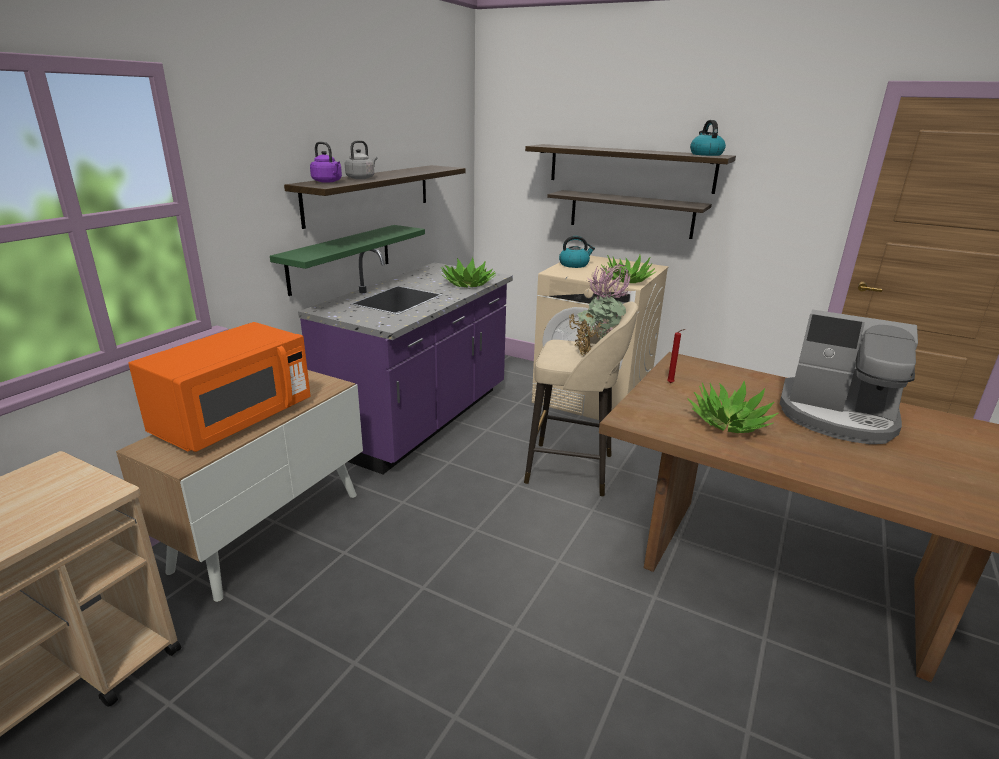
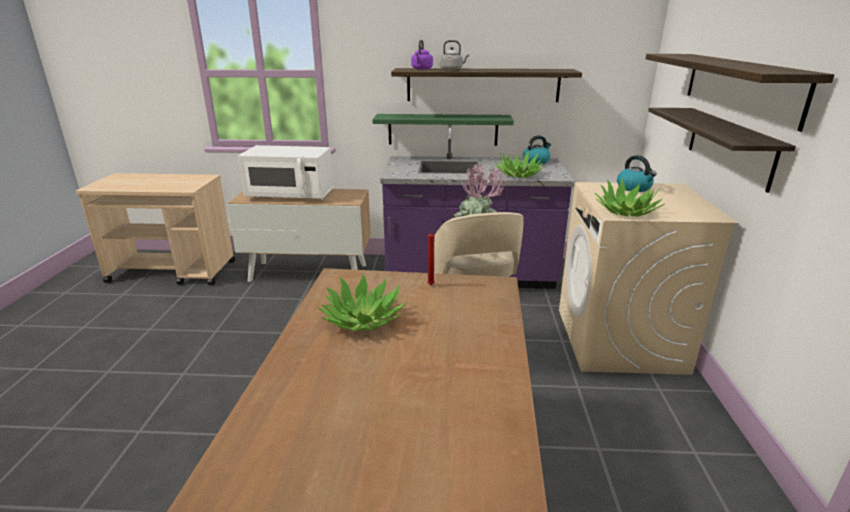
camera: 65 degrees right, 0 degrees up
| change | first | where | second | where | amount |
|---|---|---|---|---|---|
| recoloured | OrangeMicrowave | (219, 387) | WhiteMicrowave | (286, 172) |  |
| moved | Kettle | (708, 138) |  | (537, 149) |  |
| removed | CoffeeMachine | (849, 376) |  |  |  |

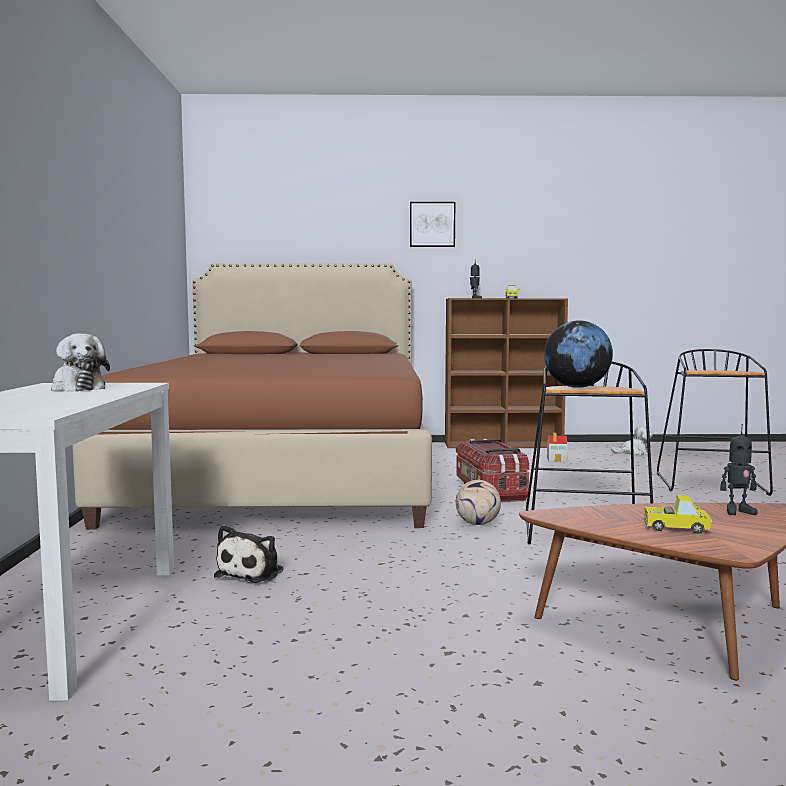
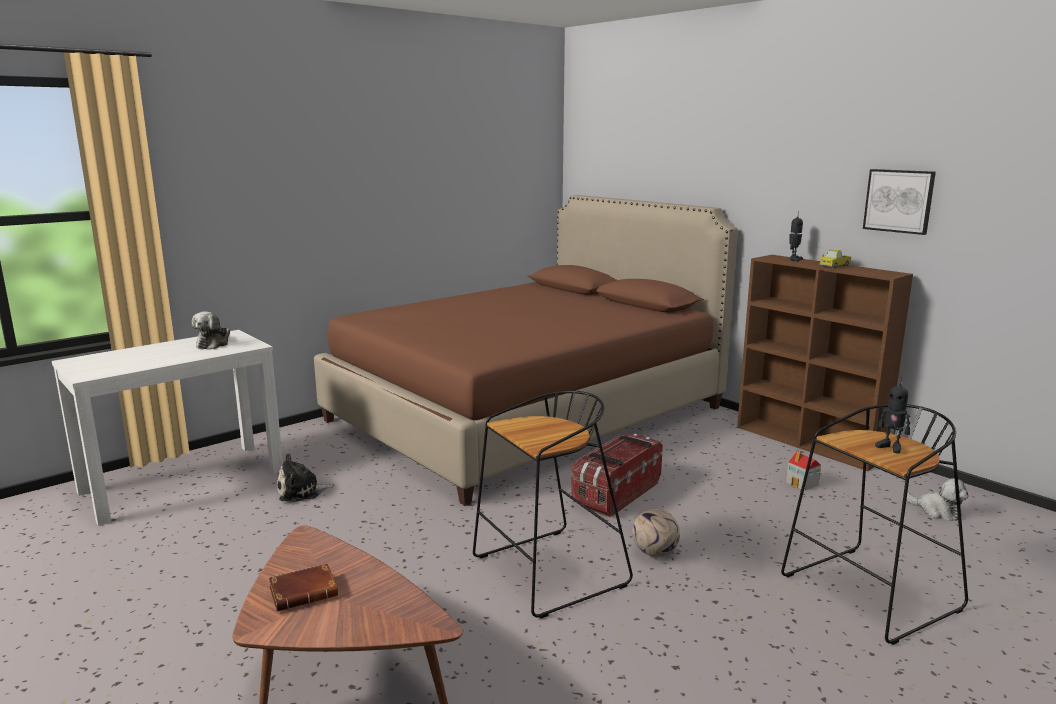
camera: 50 degrees right, 10 degrees up
| change | first | where | second | where | amount |
|---|---|---|---|---|---|
| moved | Picture | (432, 224) |  | (899, 202) |  |
| moved | Football | (478, 502) |  | (656, 533) |  |
| removed | Globe | (578, 354) |  |  |  |
| replaced | ToyTruck | (678, 514) | BrownBook | (303, 587) |  |
| moved | ToyRobot | (738, 469) |  | (892, 415) |  |

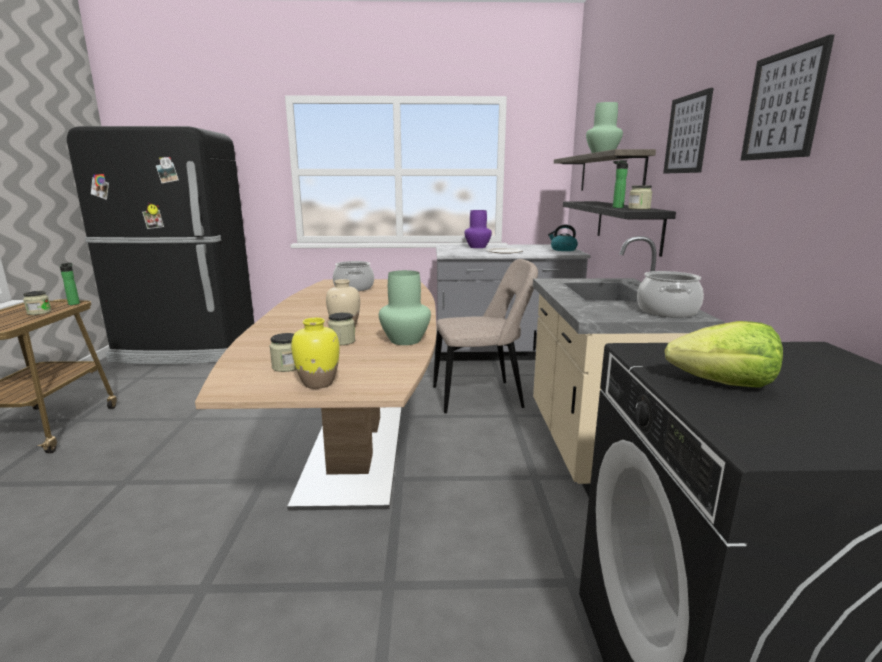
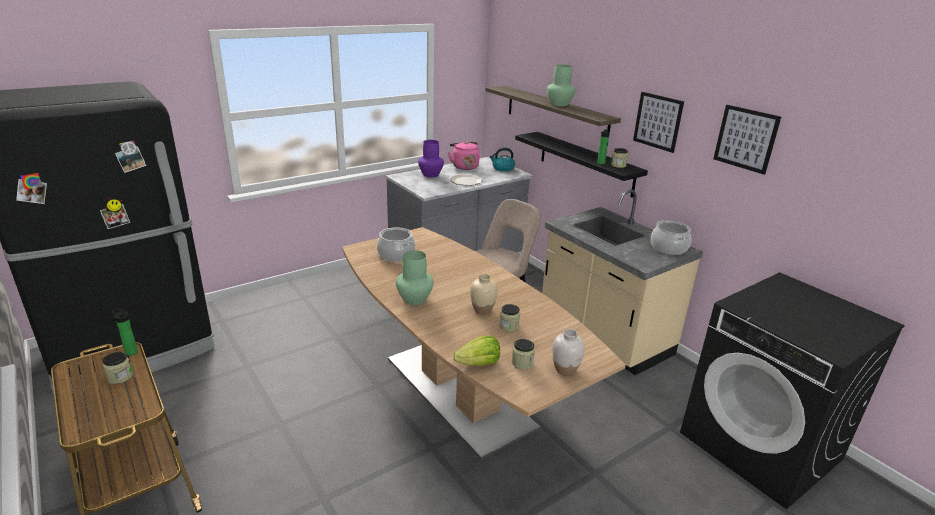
camera: 35 degrees left, 10 degrees up
| change | first | where | second | where | amount |
|---|---|---|---|---|---|
| recoloured | YellowVase | (315, 353) | WhiteVase | (568, 352) |  |
| moved | GreenVase | (405, 307) |  | (415, 277) |  |
| moved | Lettuce | (724, 354) |  | (476, 351) |  |
| added |  |  | PinkKettle | (464, 156) |  |

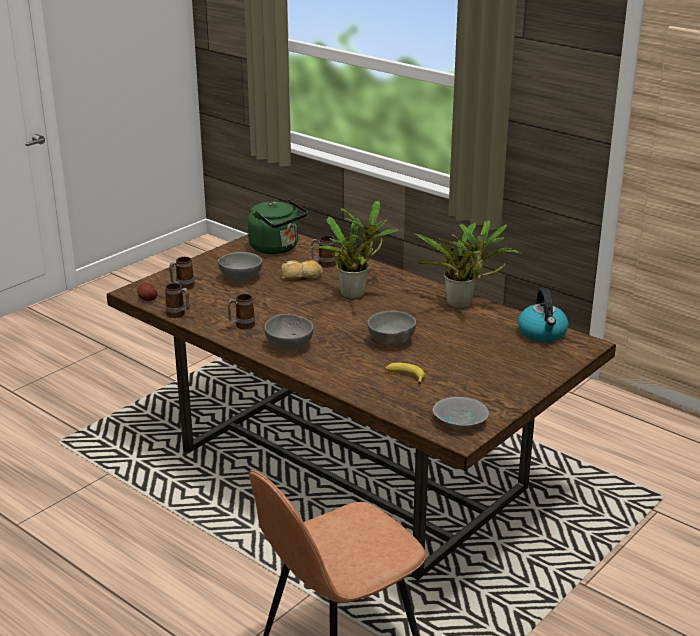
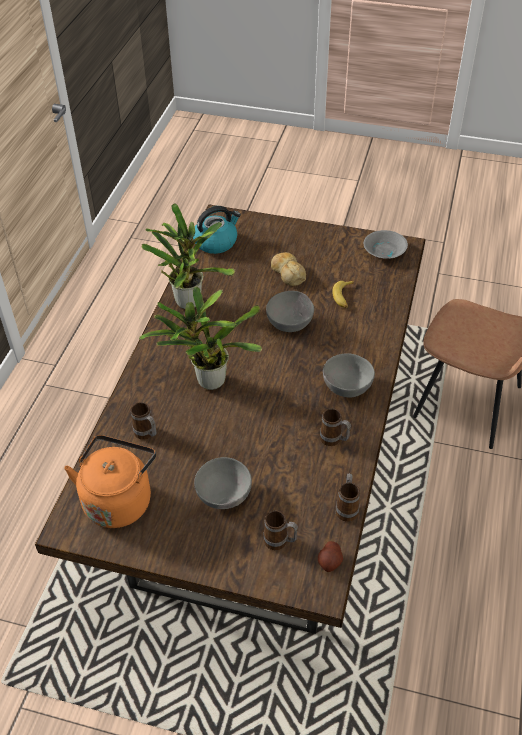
camera: 115 degrees left, 20 degrees up
| change | first | where | second | where | amount |
|---|---|---|---|---|---|
| recoloured | GreenKettle | (278, 226) | OrangeKettle | (110, 481) |  |
| moved | Bread | (302, 271) |  | (288, 269) |  |

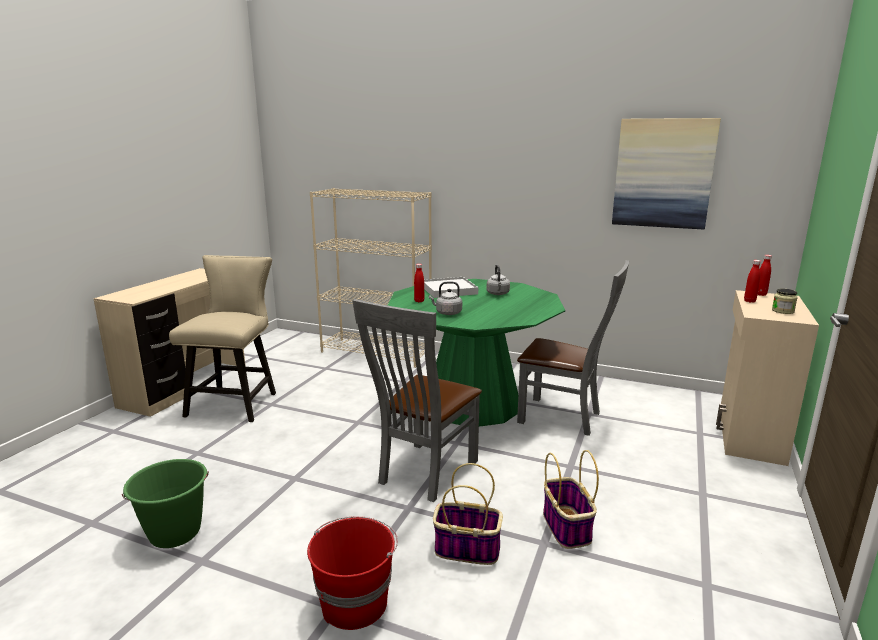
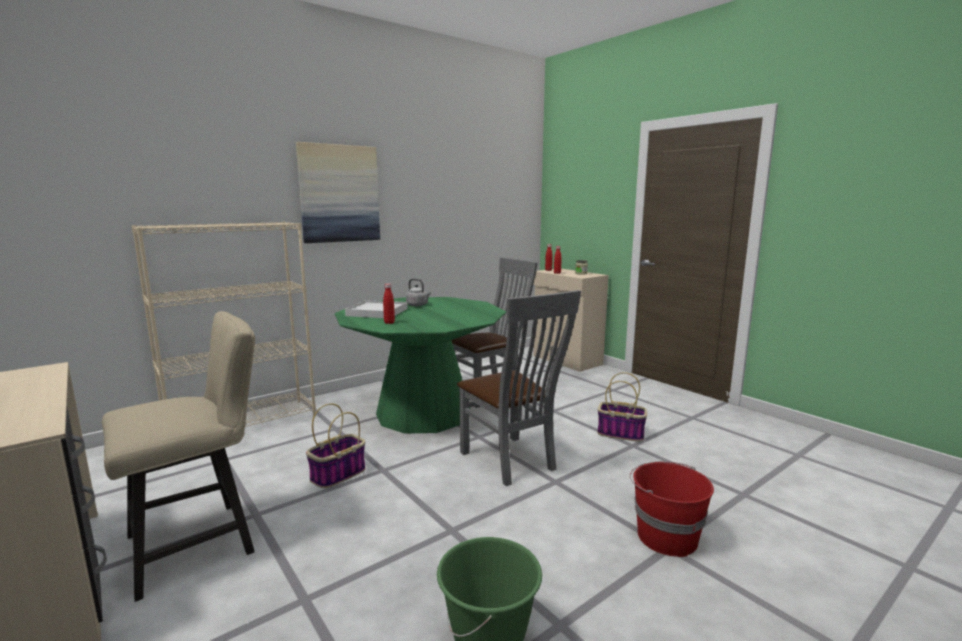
camera: 60 degrees left, 5 degrees down
| change | first | where | second | where | amount |
|---|---|---|---|---|---|
| turned | BeigeChair | (222, 338) |  | (178, 456) | 105 degrees clockwise |
| removed | GreyKettle | (445, 298) |  |  |  |
| moved | Basket | (468, 514) |  | (335, 445) |  |
| moved | Picture | (666, 173) |  | (338, 192) |  |

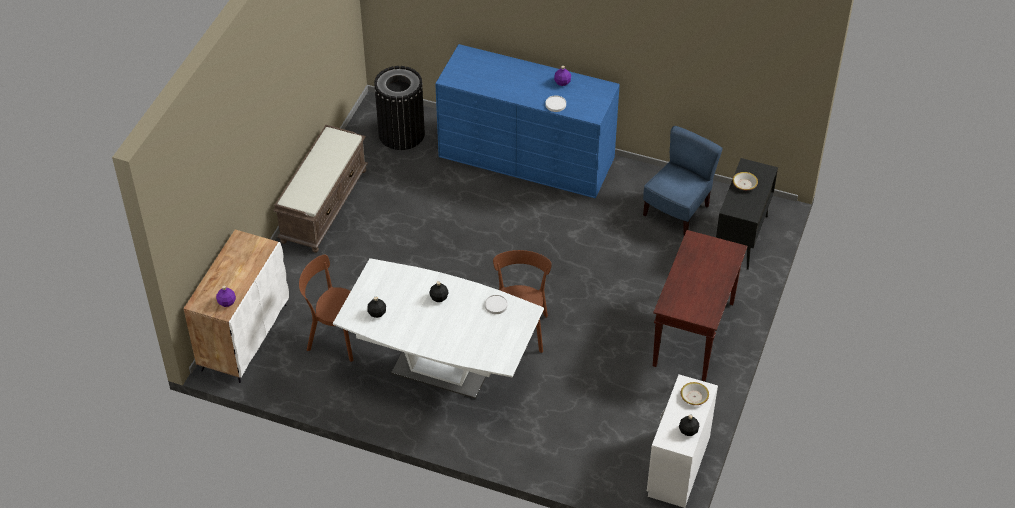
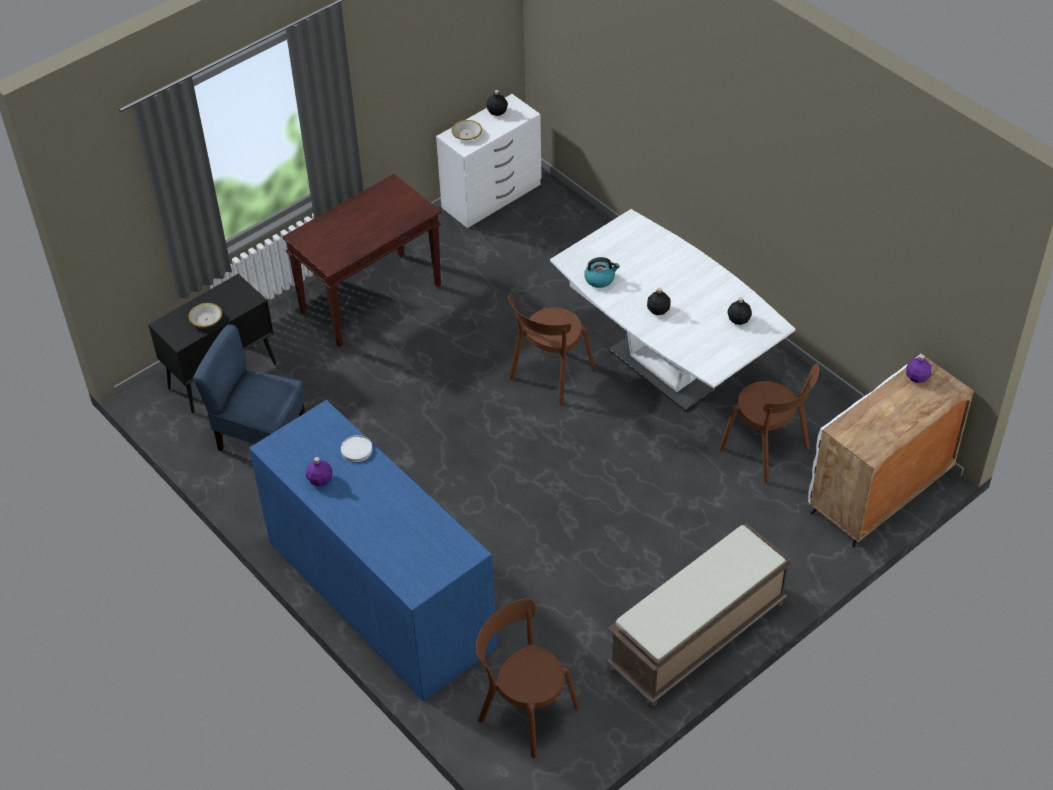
camera: 150 degrees left, 0 degrees up
| change | first | where | second | where | amount |
|---|---|---|---|---|---|
| replaced | BlackTrashCan | (399, 108) | BrownChair | (527, 678) |  |
| replaced | WhitePlate | (496, 304) | Kettle | (602, 272) |  |
| turned | BlueChair | (683, 180) |  | (249, 387) | 45 degrees clockwise |

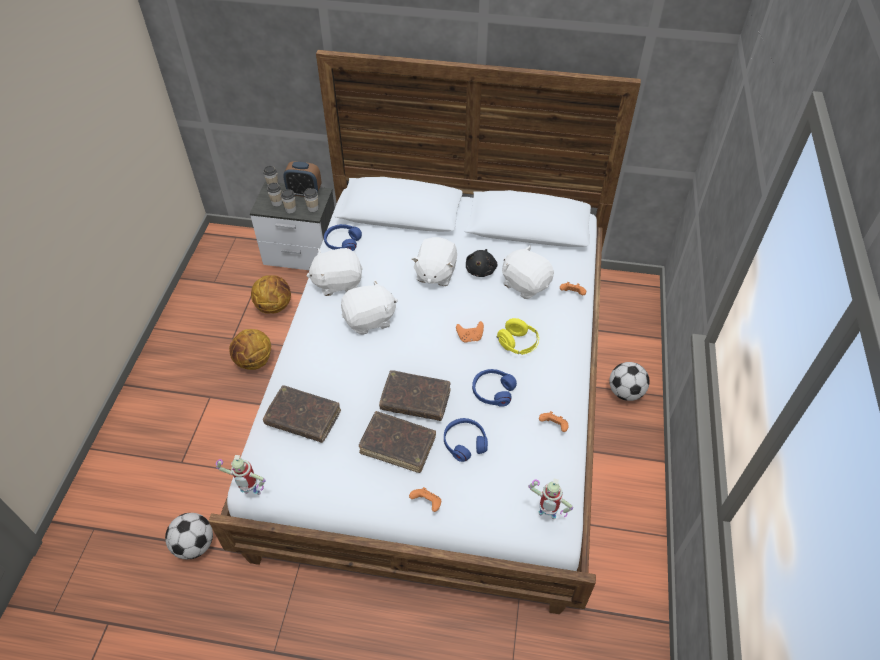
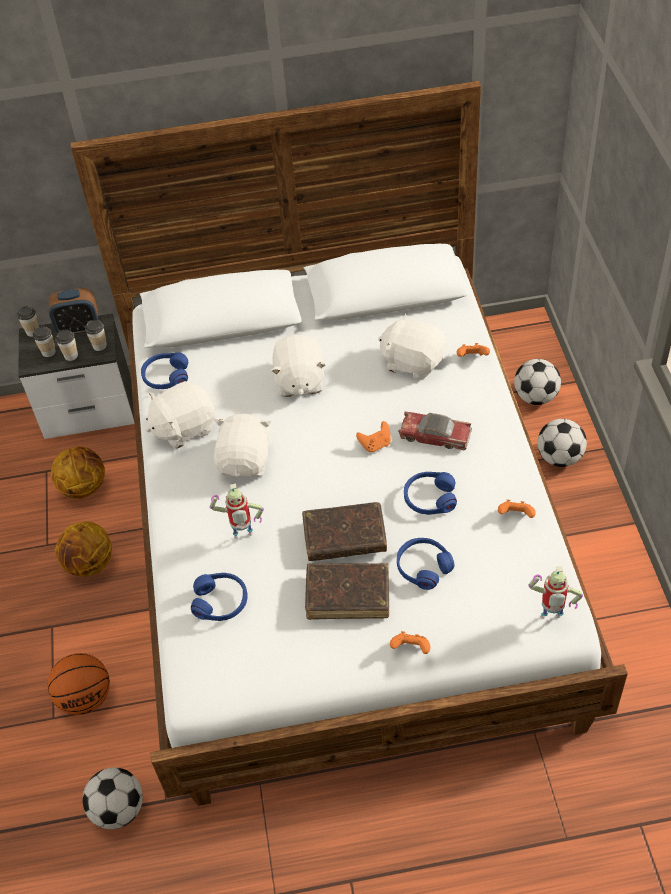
camera: 15 degrees left, 0 degrees up
| change | first | where | second | where | amount |
|---|---|---|---|---|---|
| moved | ToyRobot | (241, 475) |  | (237, 511) |  |
| replaced | BrownBook | (302, 414) | BlueHeadphones | (219, 597) |  |
| turned | WhitePlushToy | (369, 307) |  | (242, 445) | 45 degrees counterclockwise |
| removed | BlackPlushToy | (481, 263) |  |  |  |
| replaced | YellowHeadphones | (517, 336) | ToyCar | (435, 431) |  |
| added |  |  | Basketball | (79, 684) |  |
| added |  |  | Football | (537, 382) |  |

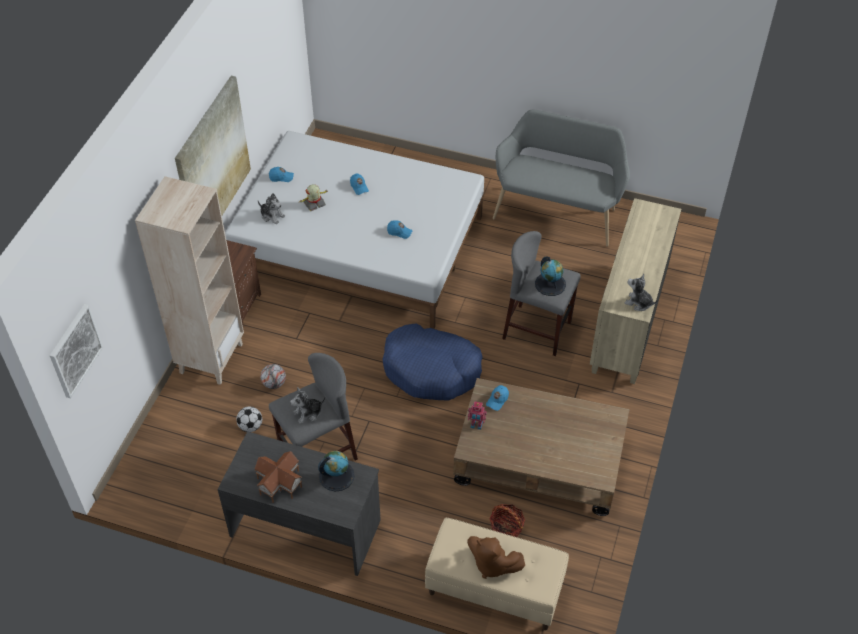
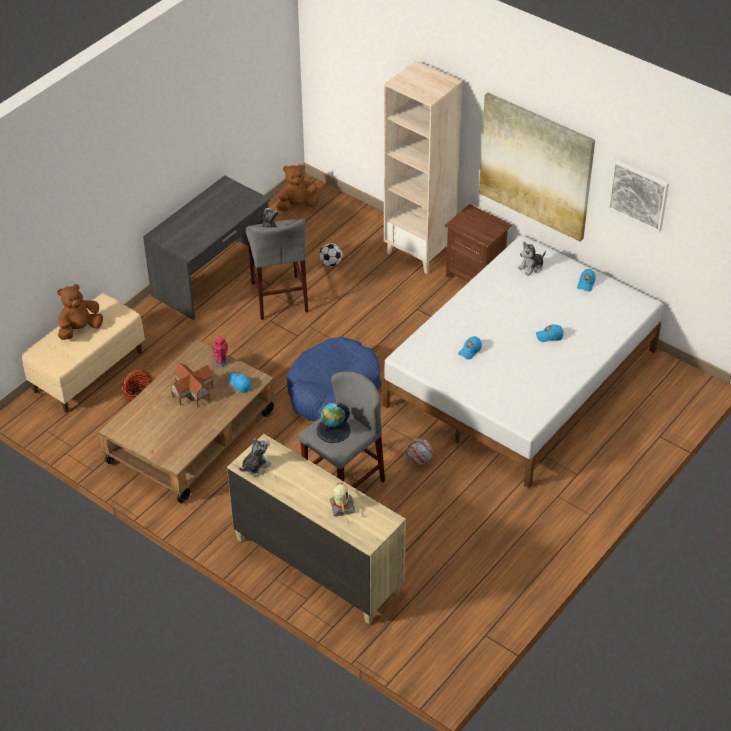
camera: 110 degrees right, 5 degrees down
| change | first | where | second | where | amount |
|---|---|---|---|---|---|
| moved | Picture | (76, 351) |  | (638, 196) |  |
| moved | ToyHouse | (278, 476) |  | (191, 385) |  |
| moved | Football | (273, 376) |  | (419, 452) |  |
| moved | ToyRobot | (314, 197) |  | (343, 499) |  |
| removed | Globe | (336, 471) |  |  |  |
| removed | GreyBench | (561, 177) |  |  |  |
| added |  |  | BrownPlushToy | (297, 187) |  |

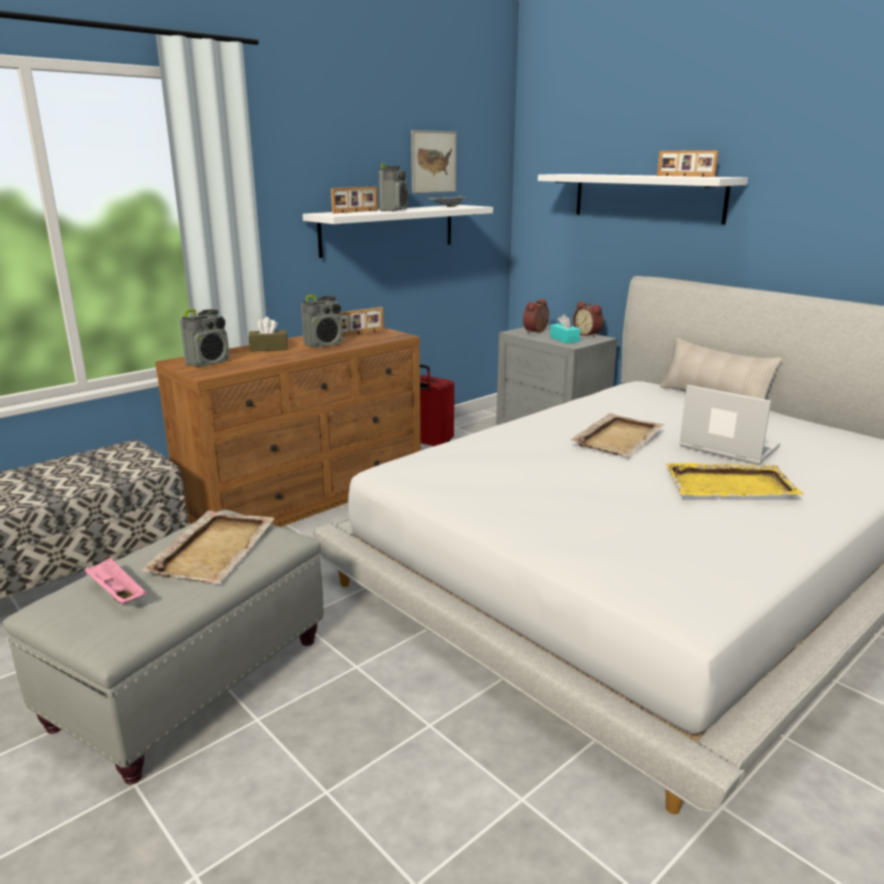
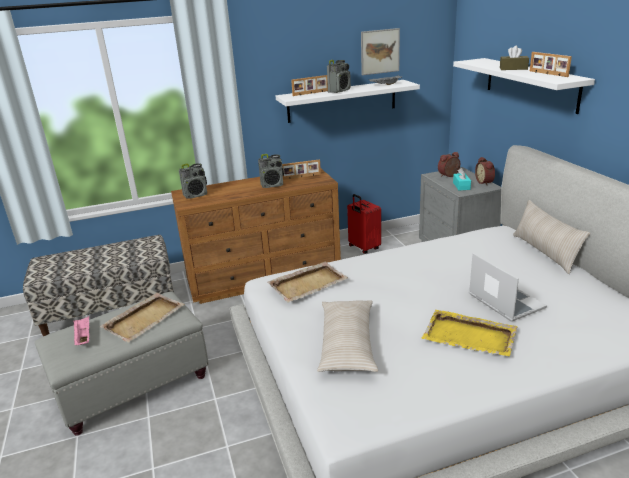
camera: 25 degrees right, 5 degrees up
| change | first | where | second | where | amount |
|---|---|---|---|---|---|
| moved | BrownTissueBox | (268, 334) |  | (514, 58) |  |
| moved | BeigeTray | (617, 434) |  | (307, 282) |  |
| added |  |  | BeigePillow | (347, 336) |  |

